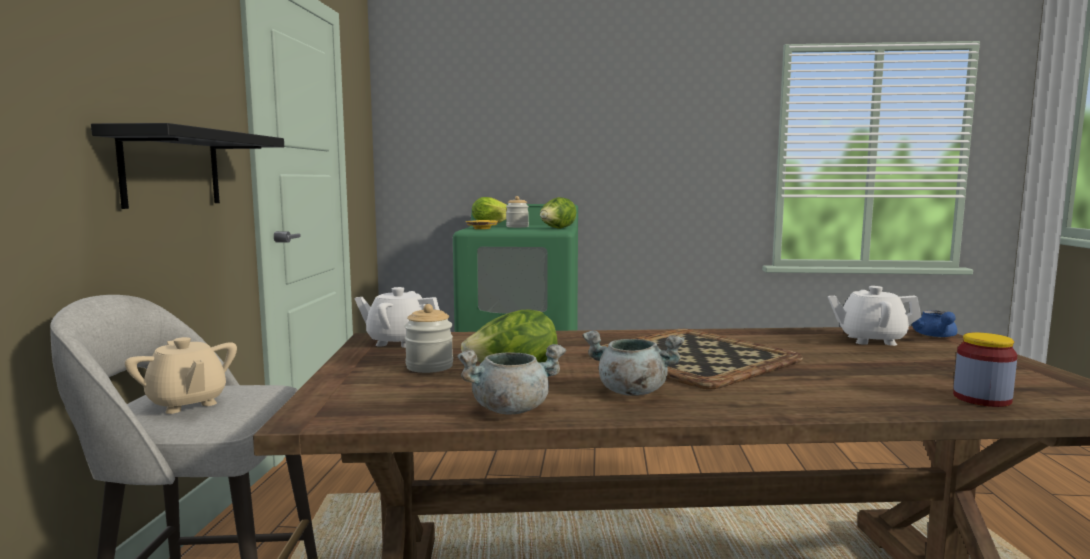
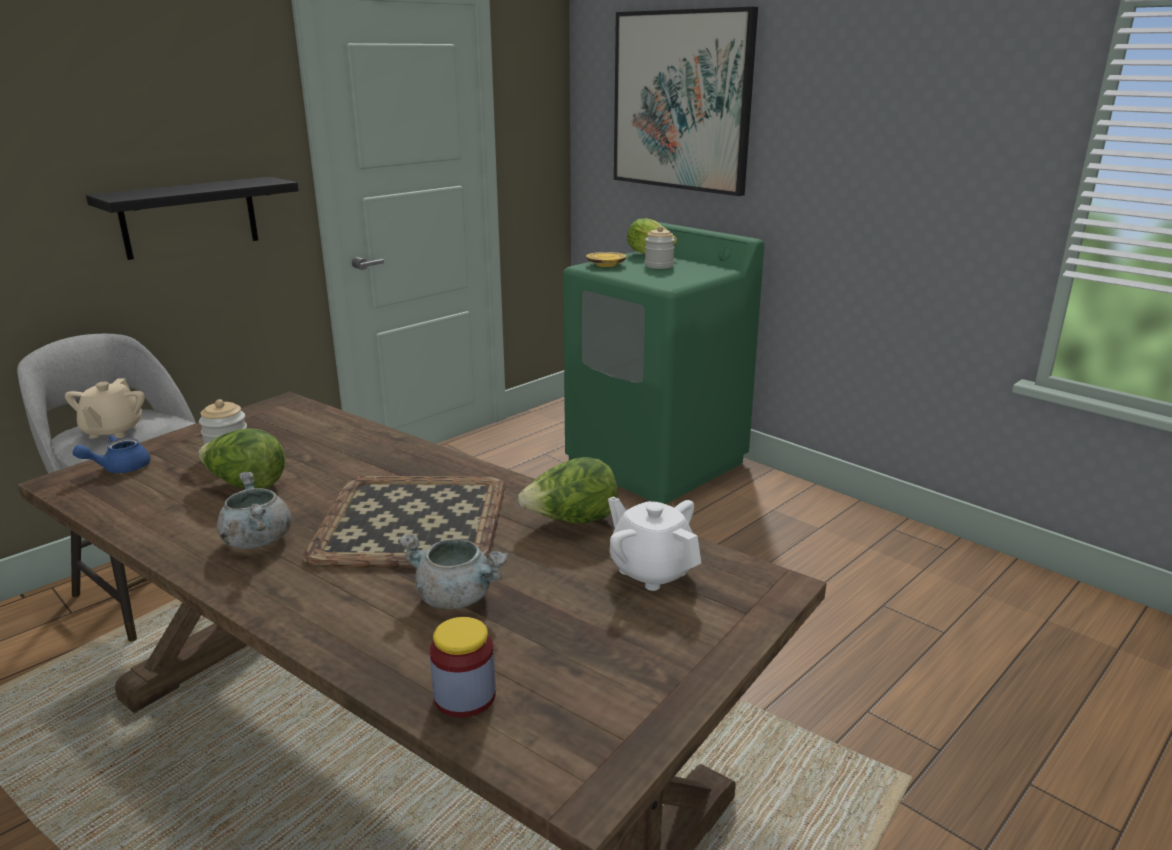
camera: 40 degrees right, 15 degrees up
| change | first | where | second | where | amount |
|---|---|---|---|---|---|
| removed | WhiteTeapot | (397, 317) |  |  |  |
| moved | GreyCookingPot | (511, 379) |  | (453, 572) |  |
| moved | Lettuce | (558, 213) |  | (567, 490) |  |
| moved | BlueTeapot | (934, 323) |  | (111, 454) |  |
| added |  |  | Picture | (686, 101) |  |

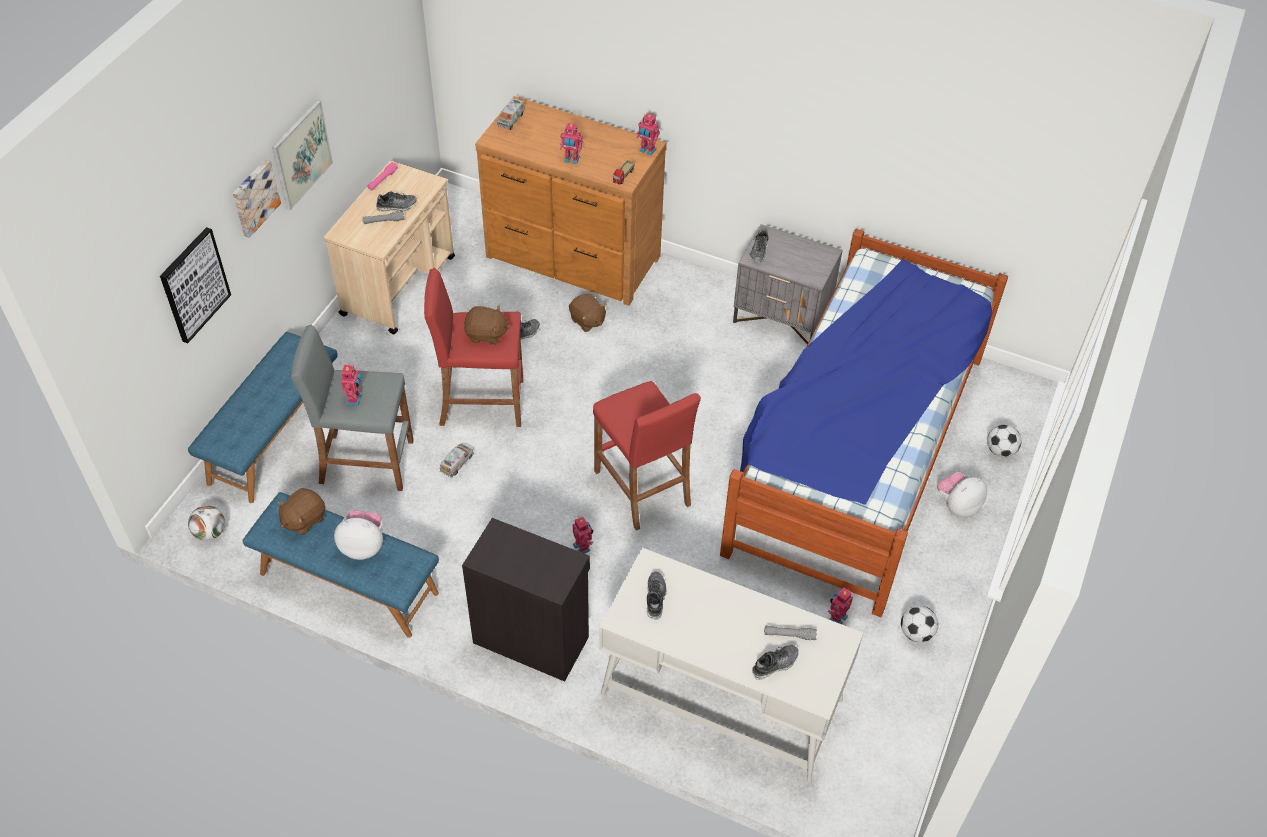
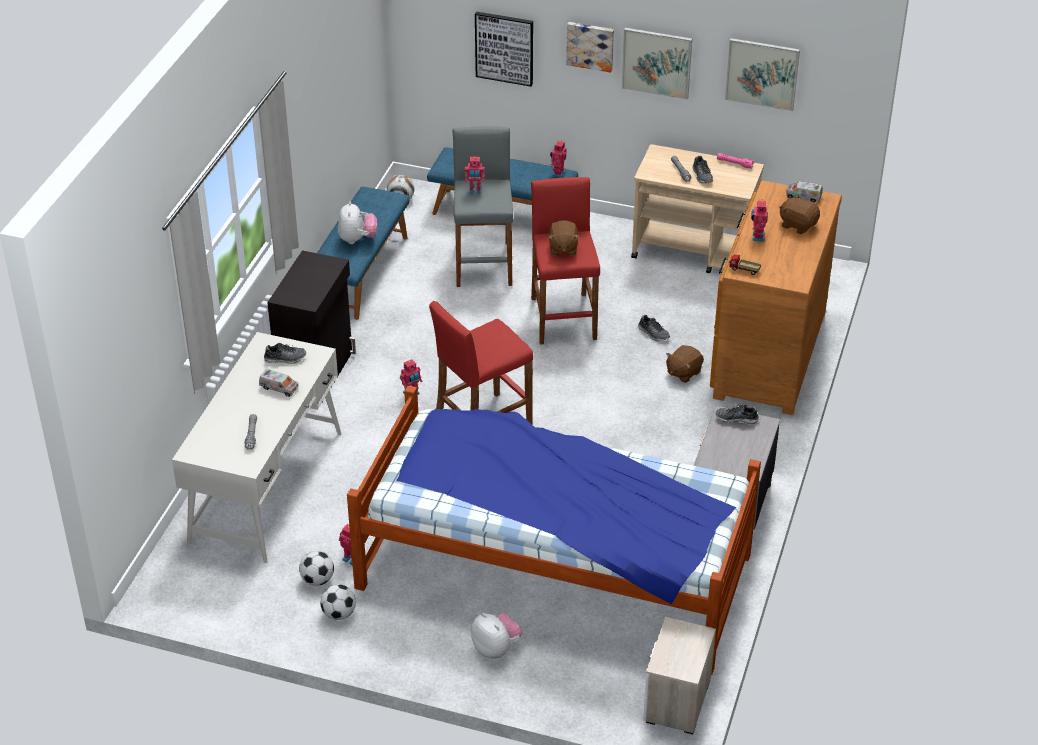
camera: 85 degrees right, 10 degrees down
| change | first | where | second | where | amount |
|---|---|---|---|---|---|
| moved | BrownPlushToy | (301, 511) |  | (799, 214) |  |
| moved | ToyTruck | (457, 461) |  | (279, 383) |  |
| moved | ToyRobot | (648, 134) |  | (558, 159) |  |
| removed | Shoe | (775, 662) |  |  |  |
| moved | Football | (1004, 440) |  | (316, 568) |  |
| added |  |  | Nightstand | (679, 675) |  |
| added |  |  | Picture | (762, 74) |  |

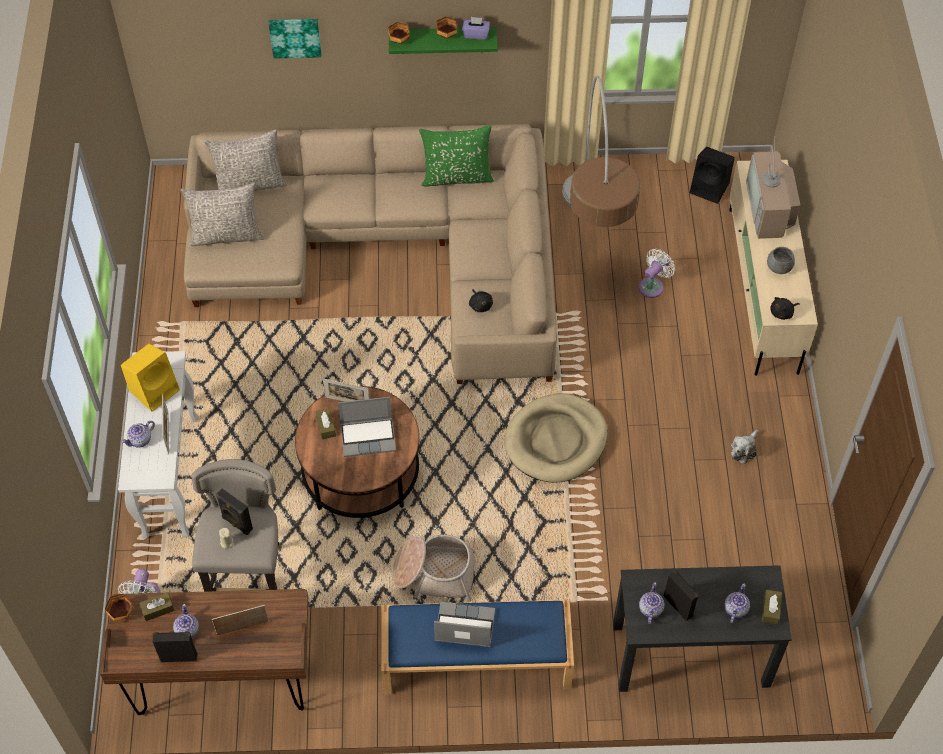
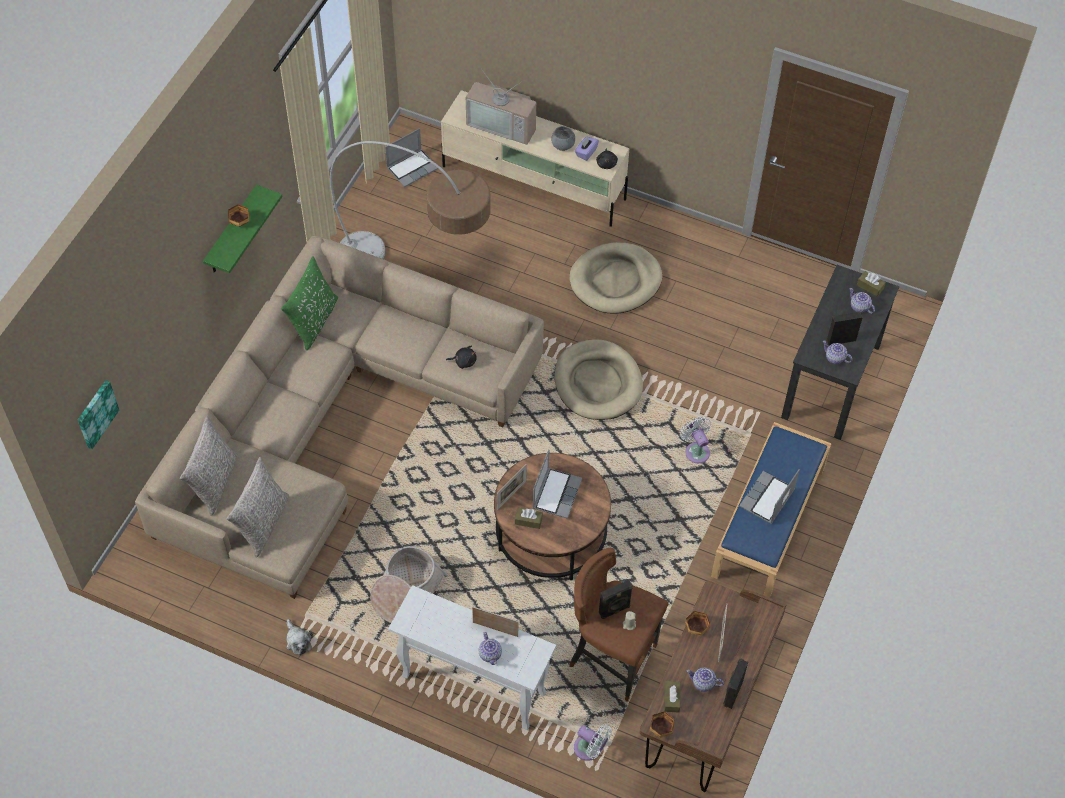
camera: 65 degrees left, 0 degrees up
| change | first | where | second | where | amount |
|---|---|---|---|---|---|
| removed | YellowSpeaker | (150, 378) |  |  |  |
| recoloured | GreyStool | (236, 525) | BrownStool | (619, 625) |  |
| moved | Picture | (295, 38) |  | (98, 414) |  |
| moved | Bowl | (399, 33) |  | (697, 623) |  |
| moved | Basket | (434, 568) |  | (409, 584) |  |
| moved | PurpleTissueBox | (476, 28) |  | (587, 149) |  |
| moved | WhiteFan | (656, 273) |  | (695, 440) |  |
| replaced | BlackSpeaker | (712, 175) | Laptop | (411, 157) |  |
| moved | PlushToy | (744, 447) |  | (299, 637) |  |
| added |  |  | BeigeDogBed | (615, 278) |  |

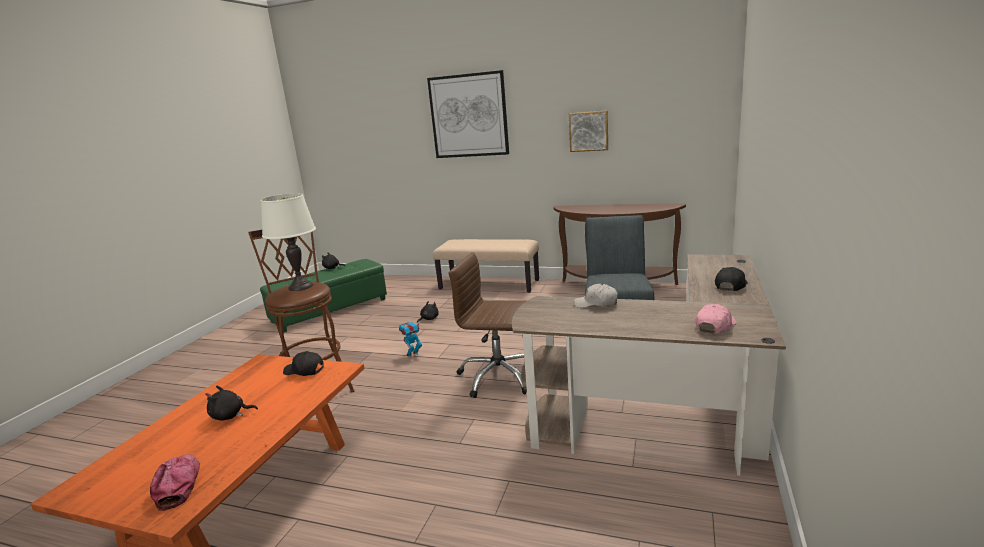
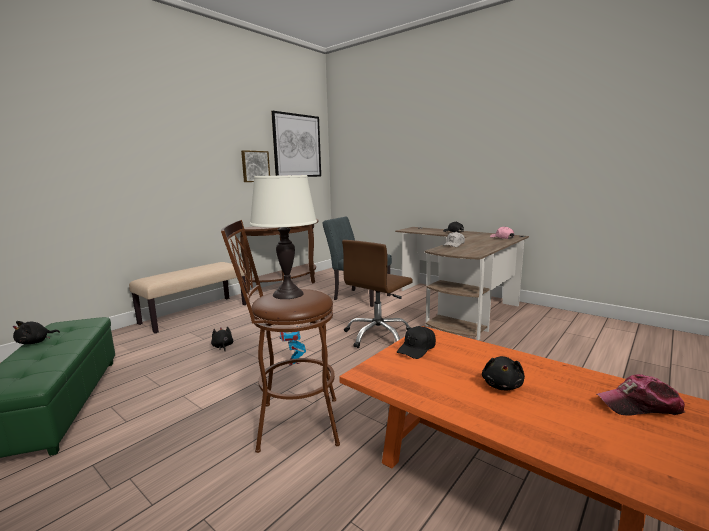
camera: 70 degrees left, 5 degrees down
| change | first | where | second | where | amount |
|---|---|---|---|---|---|
| moved | Picture | (468, 114) |  | (296, 144) |  |

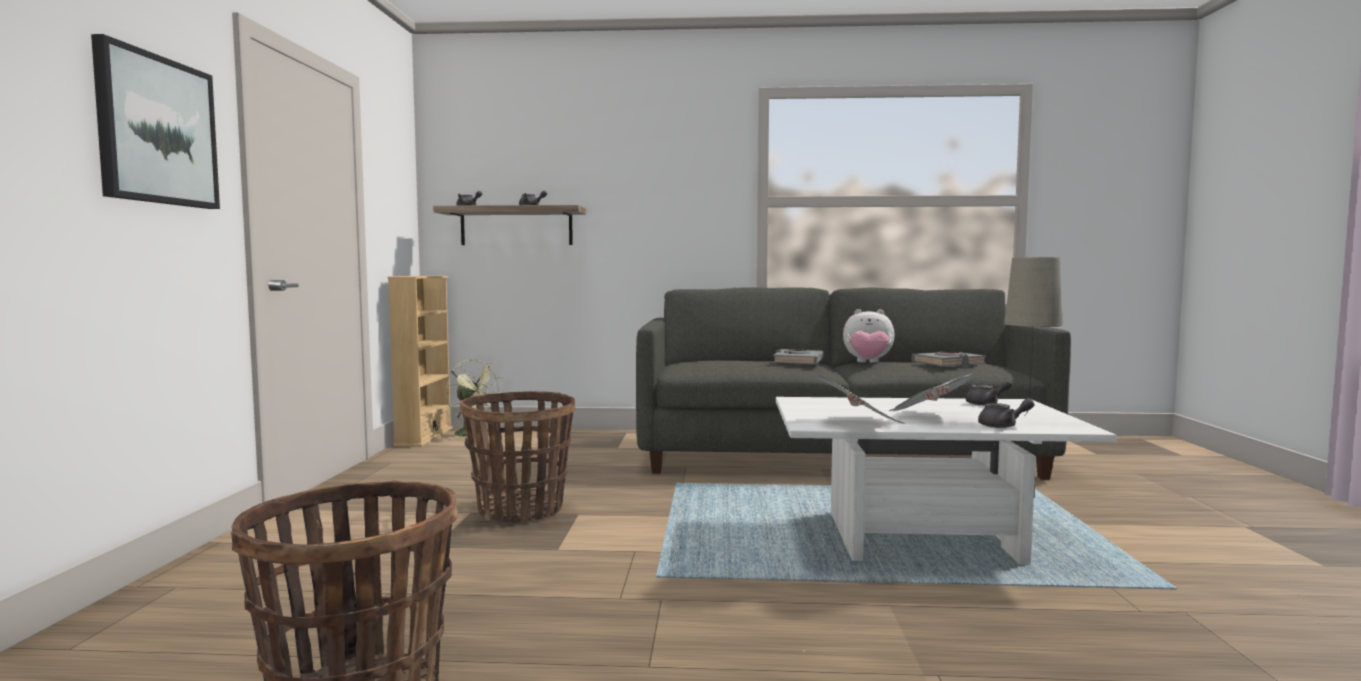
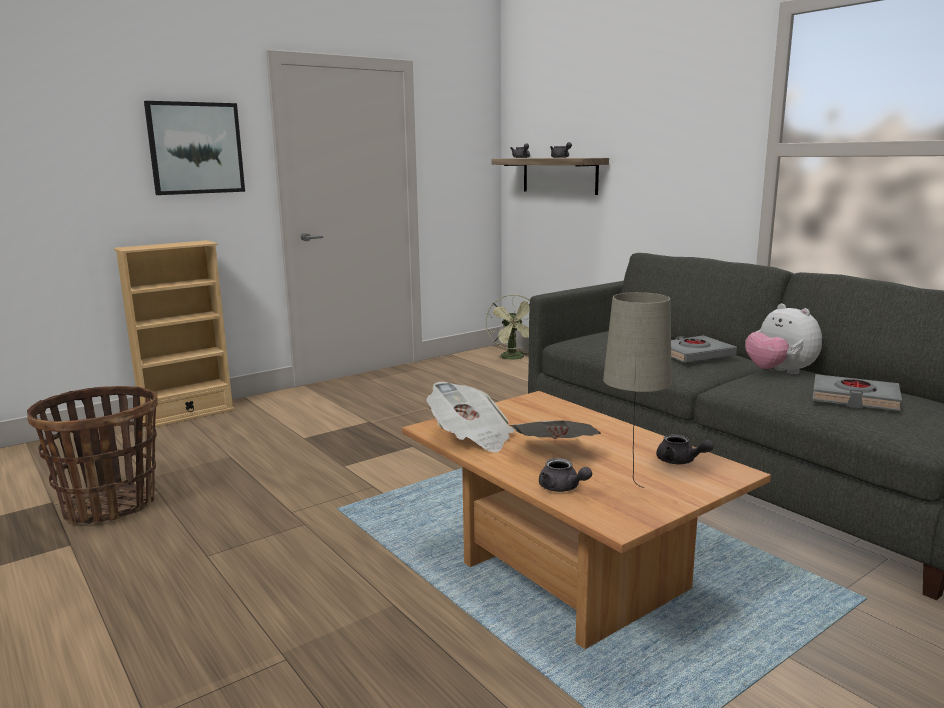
camera: 50 degrees right, 10 degrees up
| change | first | where | second | where | amount |
|---|---|---|---|---|---|
| moved | BeigeBookcase | (420, 361) |  | (174, 334) |  |
| removed | Basket | (517, 457) |  |  |  |
| recoloured | WhiteCoffeeTable | (946, 481) | BrownCoffeeTable | (586, 520) |  |

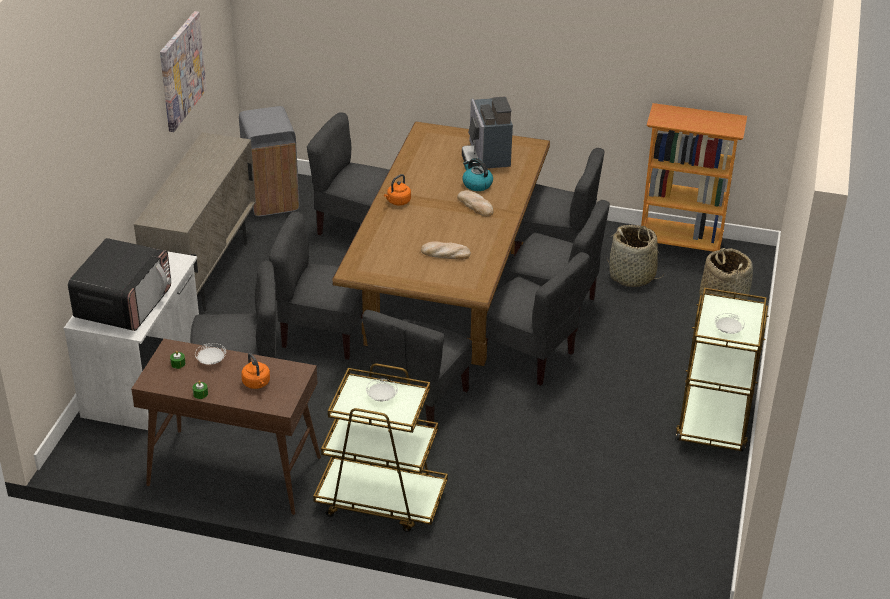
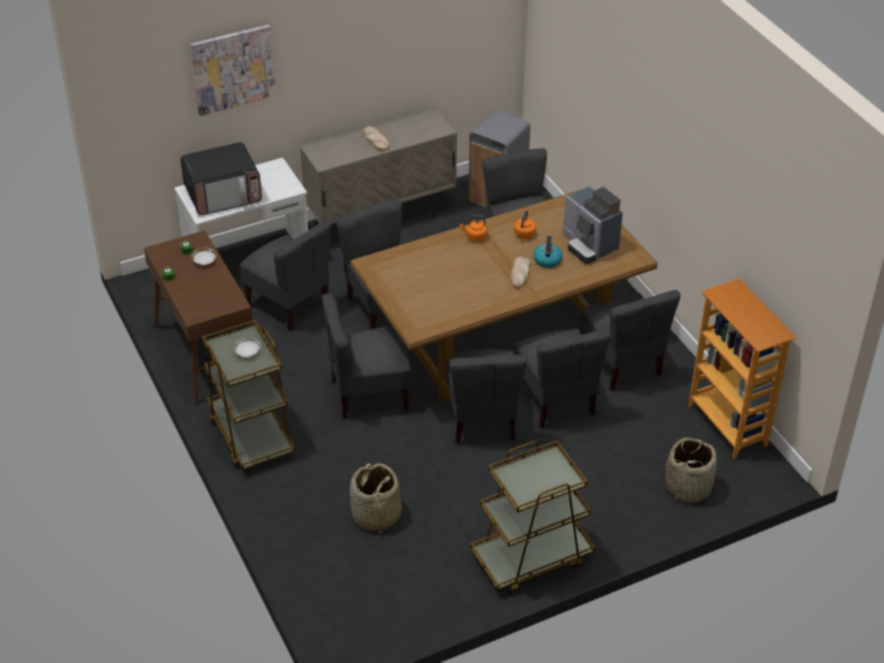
camera: 50 degrees right, 5 degrees up
| change | first | where | second | where | amount |
|---|---|---|---|---|---|
| moved | Picture | (183, 71) |  | (233, 70) |  |
| moved | OrangeKettle | (255, 371) |  | (525, 224) |  |
| moved | Bread | (446, 250) |  | (376, 138) |  |
| turned | CoffeeMachine | (487, 133) |  | (593, 225) | 75 degrees counterclockwise |
| moved | Basket | (636, 256) |  | (376, 498) |  |
| removed | WhitePlate | (729, 323) |  |  |  |

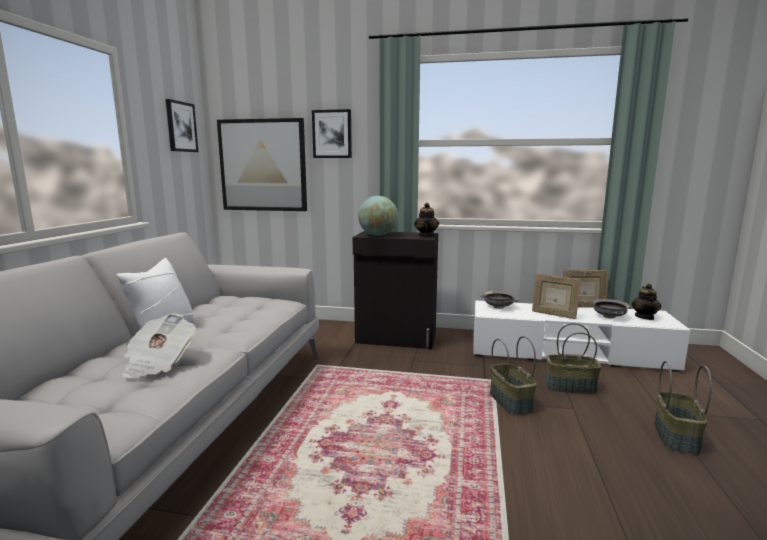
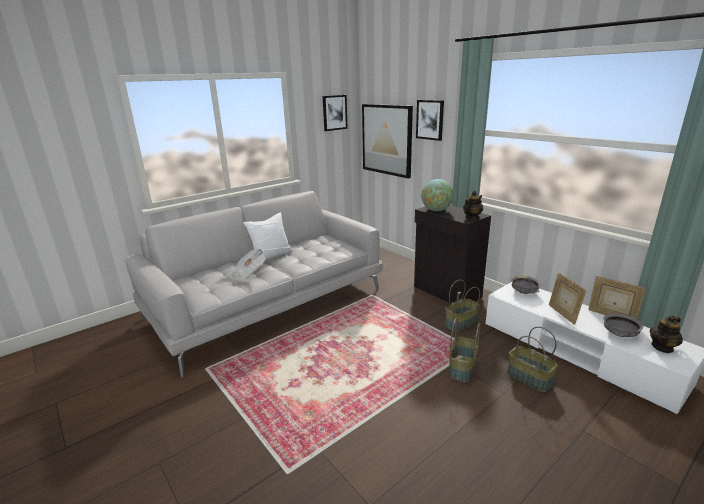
camera: 40 degrees right, 10 degrees up
| change | first | where | second | where | amount |
|---|---|---|---|---|---|
| moved | Basket | (683, 408) |  | (462, 306) |  |

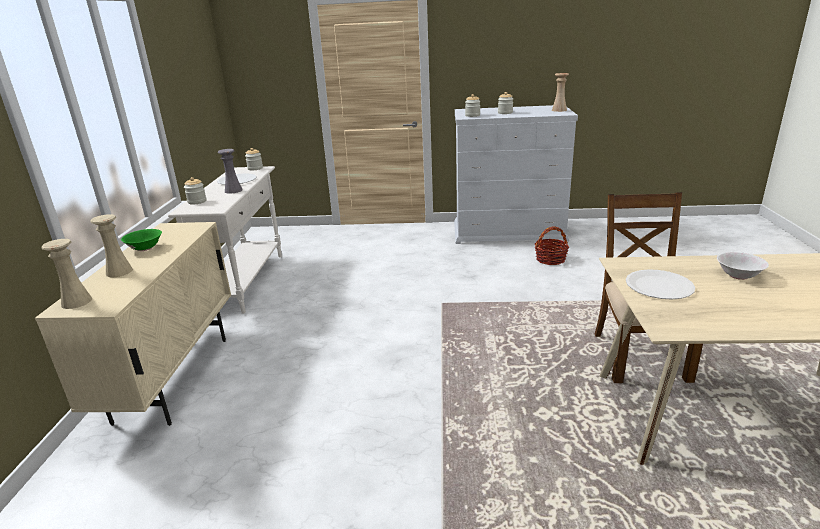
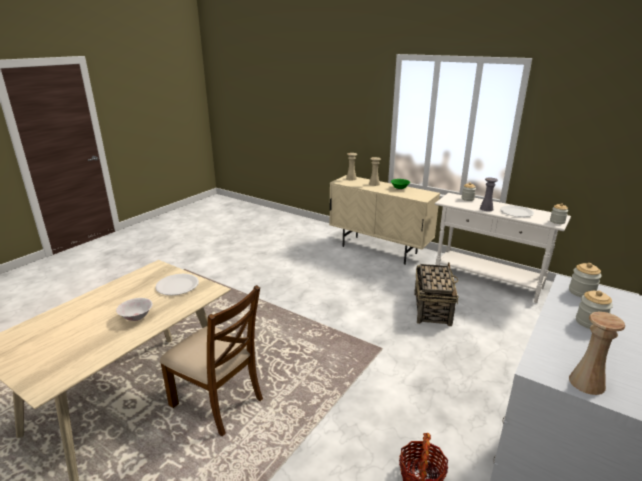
camera: 120 degrees right, 0 degrees up
| change | first | where | second | where | amount |
|---|---|---|---|---|---|
| added |  |  | Basket | (436, 294) |  |

